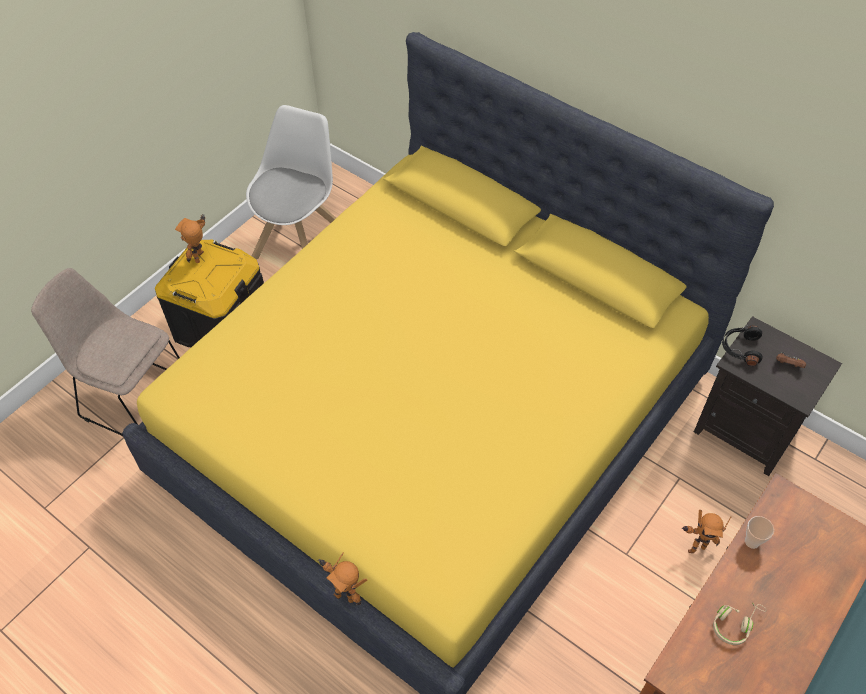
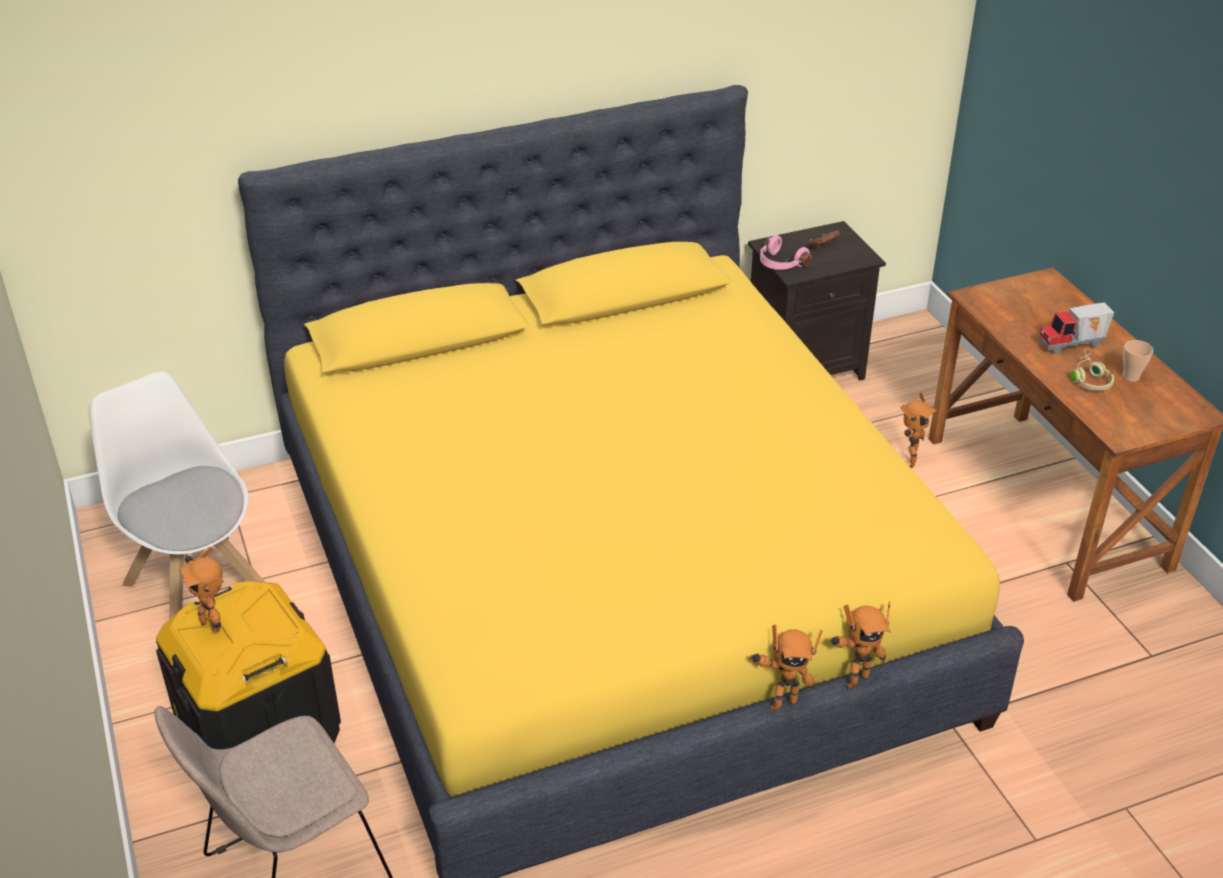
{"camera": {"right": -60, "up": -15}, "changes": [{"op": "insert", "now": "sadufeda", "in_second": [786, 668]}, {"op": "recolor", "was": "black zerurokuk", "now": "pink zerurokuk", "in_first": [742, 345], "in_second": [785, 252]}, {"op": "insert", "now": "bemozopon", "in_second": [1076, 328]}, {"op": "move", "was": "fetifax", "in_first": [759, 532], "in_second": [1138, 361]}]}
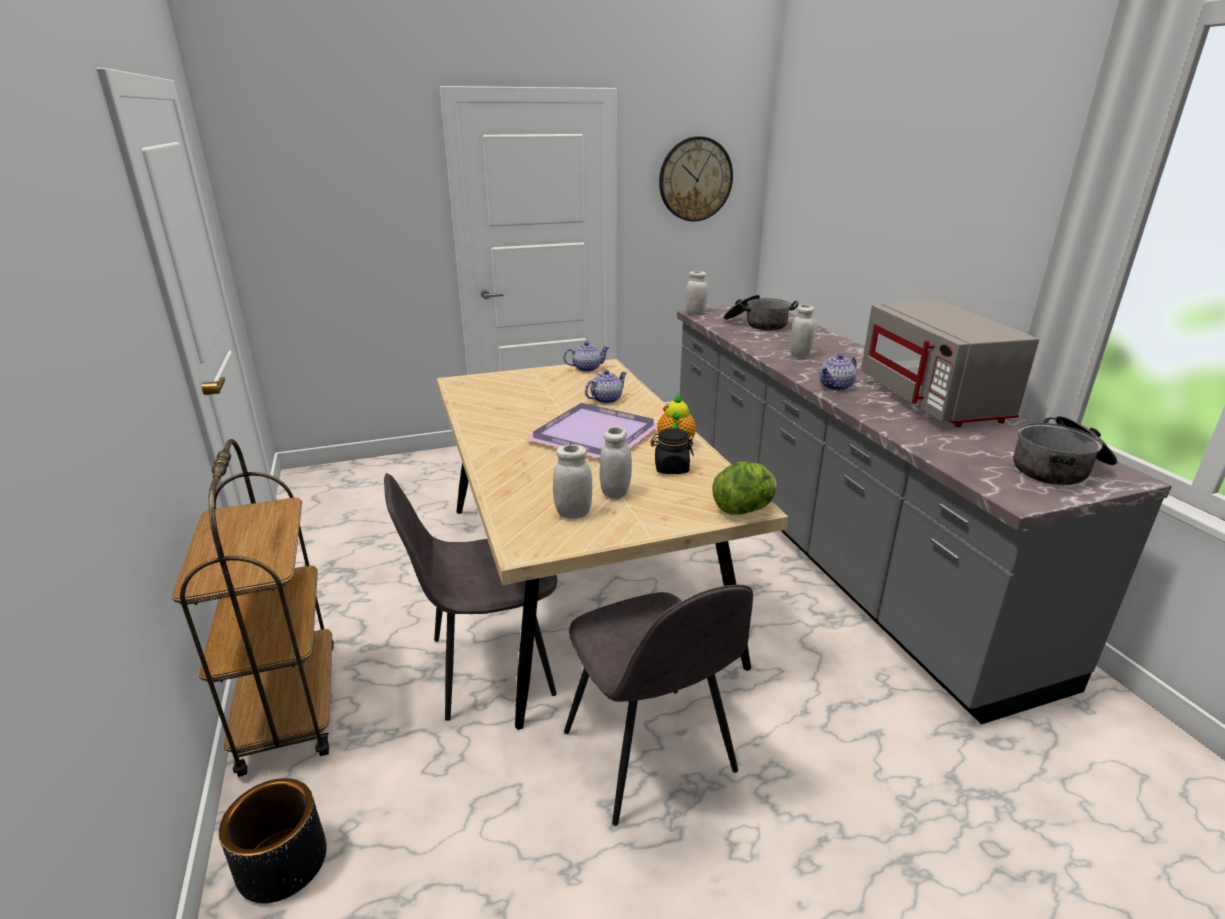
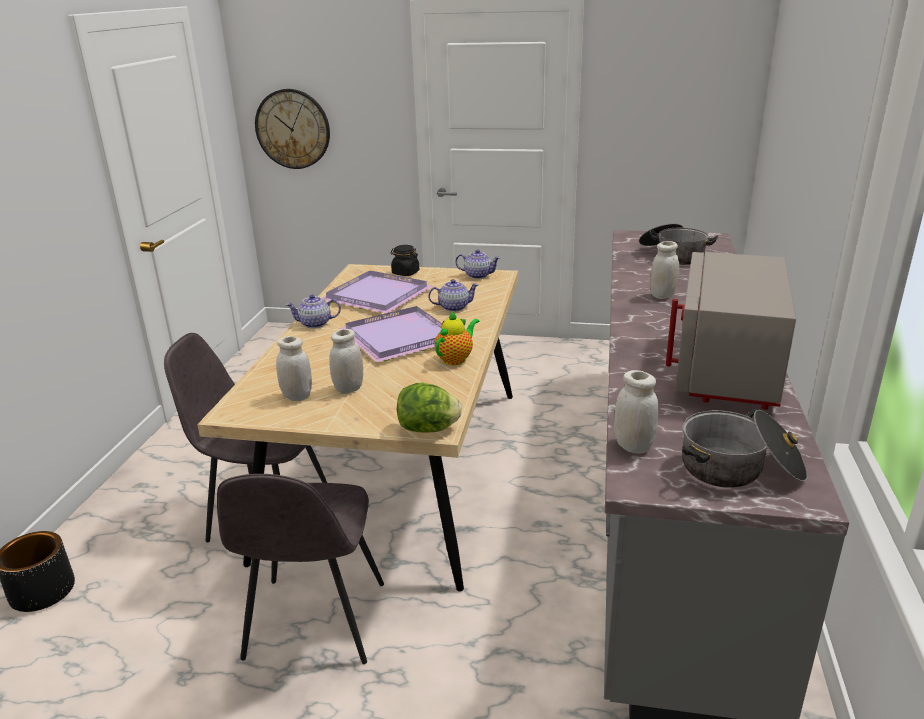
{"camera": {"right": 30, "up": 0}, "changes": [{"op": "move", "was": "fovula", "in_first": [696, 178], "in_second": [292, 129]}, {"op": "move", "was": "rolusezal", "in_first": [837, 372], "in_second": [313, 311]}, {"op": "insert", "now": "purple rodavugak", "in_second": [377, 291]}, {"op": "move", "was": "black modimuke", "in_first": [672, 451], "in_second": [404, 260]}, {"op": "move", "was": "white modimuke", "in_first": [696, 293], "in_second": [636, 412]}, {"op": "delete", "was": "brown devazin", "in_first": [253, 608]}]}
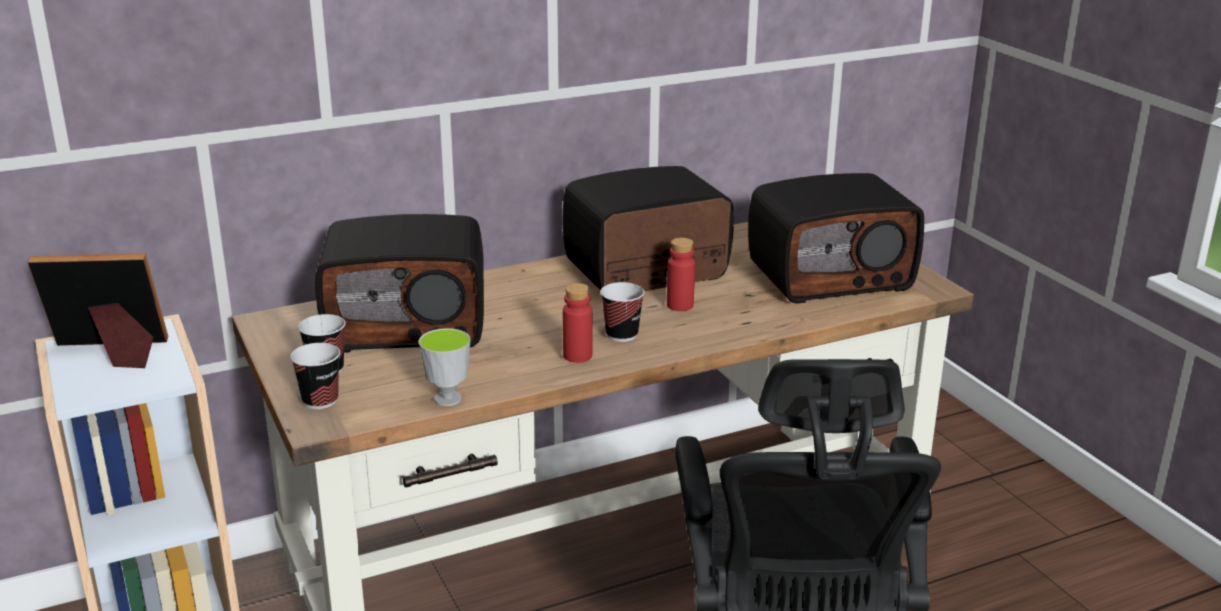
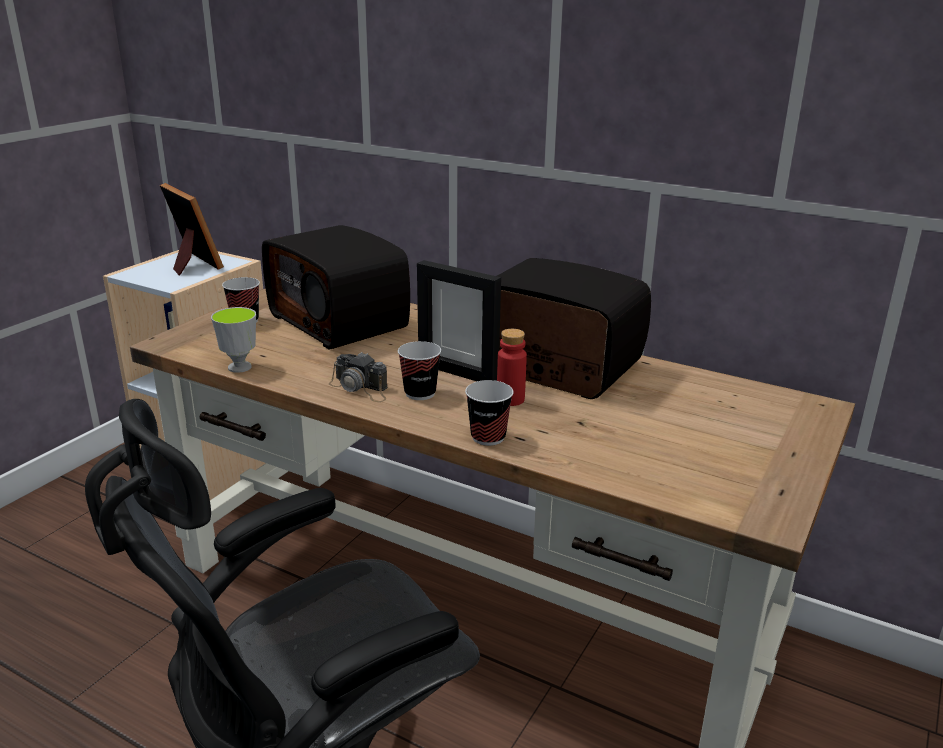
{"camera": {"right": 55, "up": 0}, "changes": [{"op": "replace", "was": "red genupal", "now": "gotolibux", "in_first": [577, 323], "in_second": [358, 377]}, {"op": "insert", "now": "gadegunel", "in_second": [459, 320]}, {"op": "move", "was": "fetifax", "in_first": [315, 376], "in_second": [489, 413]}, {"op": "delete", "was": "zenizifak", "in_first": [836, 238]}]}
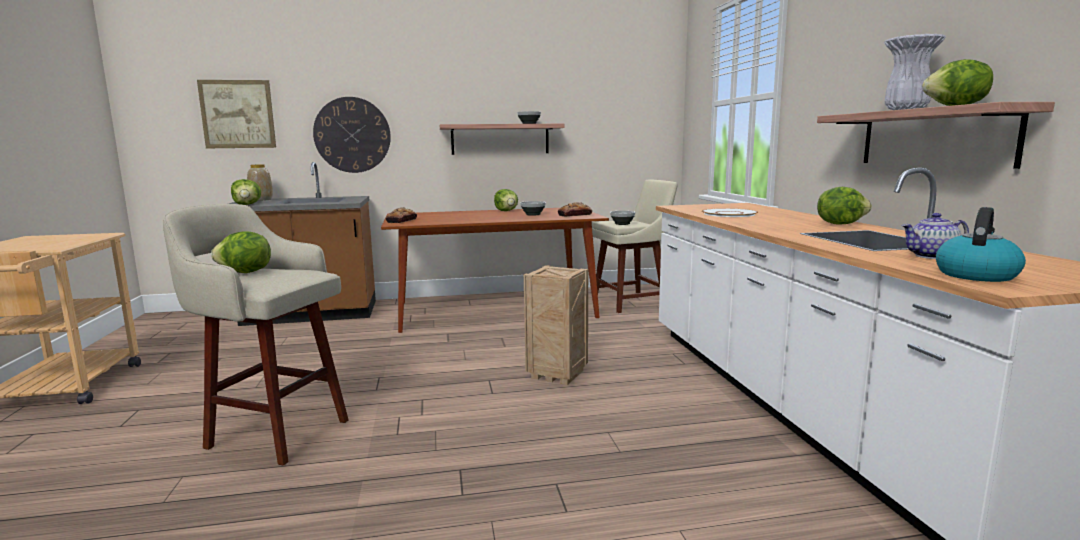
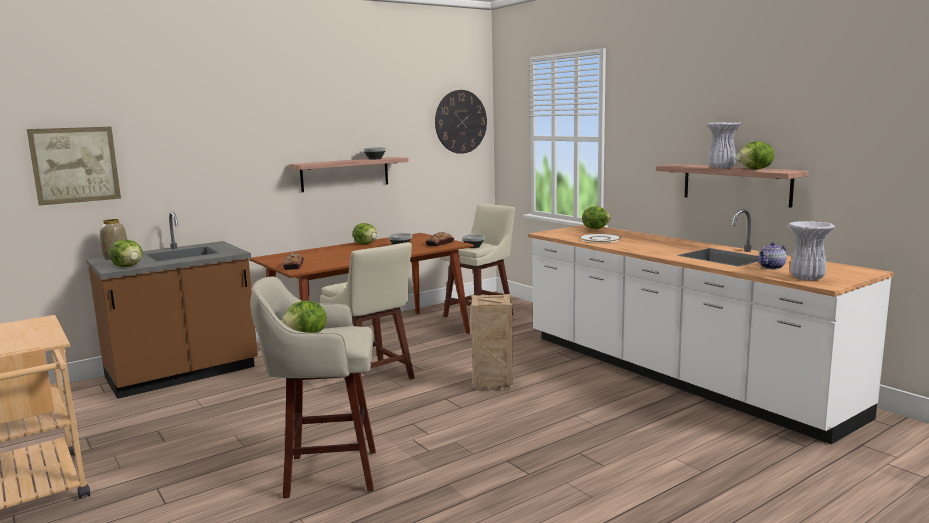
{"camera": {"right": -25, "up": 0}, "changes": [{"op": "insert", "now": "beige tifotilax", "in_second": [367, 310]}, {"op": "move", "was": "fovula", "in_first": [352, 135], "in_second": [461, 122]}, {"op": "move", "was": "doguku", "in_first": [844, 206], "in_second": [596, 218]}, {"op": "replace", "was": "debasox", "now": "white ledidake", "in_first": [981, 244], "in_second": [811, 250]}]}
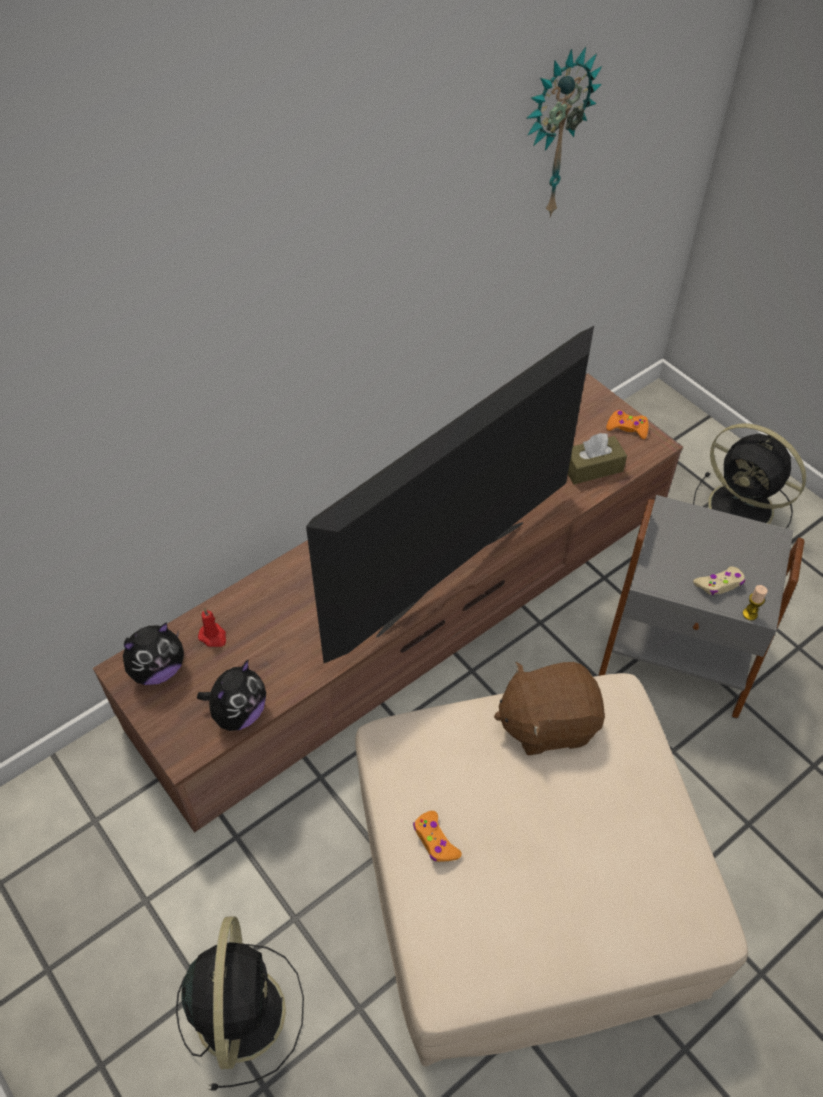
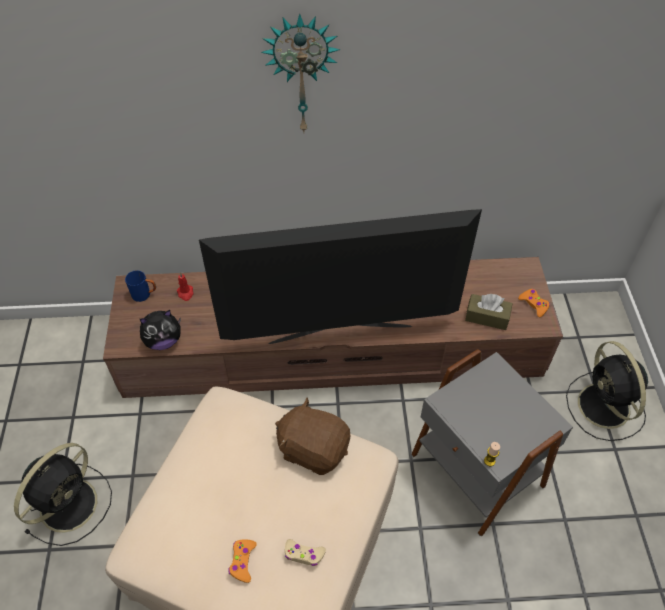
{"camera": {"right": 35, "up": 0}, "changes": [{"op": "replace", "was": "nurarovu", "now": "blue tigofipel", "in_first": [153, 653], "in_second": [140, 286]}, {"op": "move", "was": "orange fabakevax", "in_first": [437, 836], "in_second": [242, 561]}, {"op": "move", "was": "fovula", "in_first": [564, 132], "in_second": [300, 73]}, {"op": "move", "was": "beige fabakevax", "in_first": [719, 580], "in_second": [305, 552]}]}
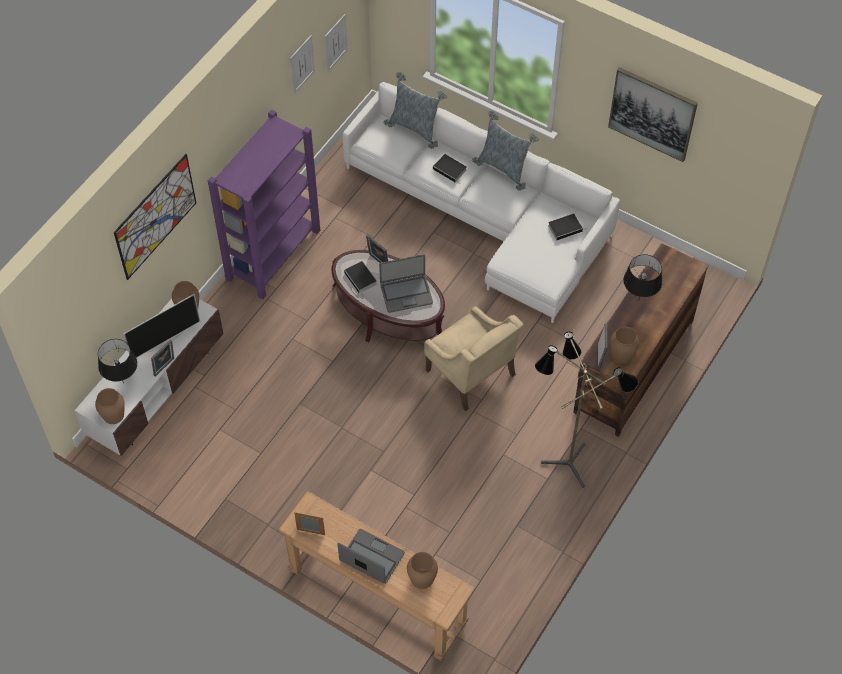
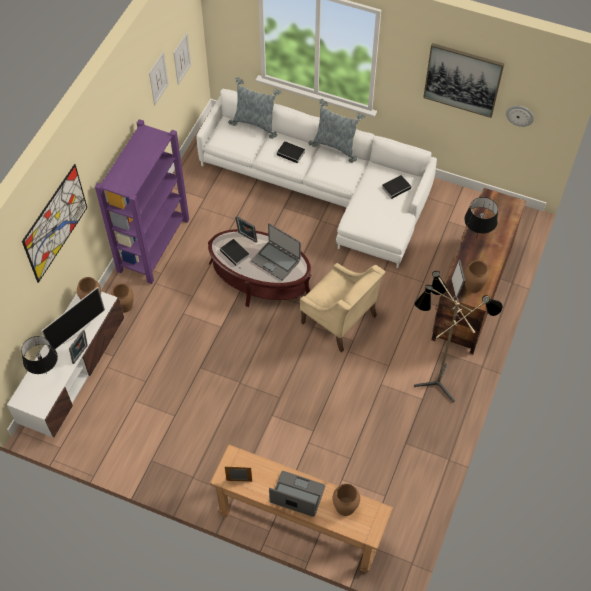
{"camera": {"right": -10, "up": 0}, "changes": [{"op": "move", "was": "brown ledidake", "in_first": [110, 406], "in_second": [122, 298]}, {"op": "rotate", "was": "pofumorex", "in_first": [406, 283], "in_second": [276, 252], "clockwise": 60}, {"op": "insert", "now": "fovula", "in_second": [520, 116]}]}
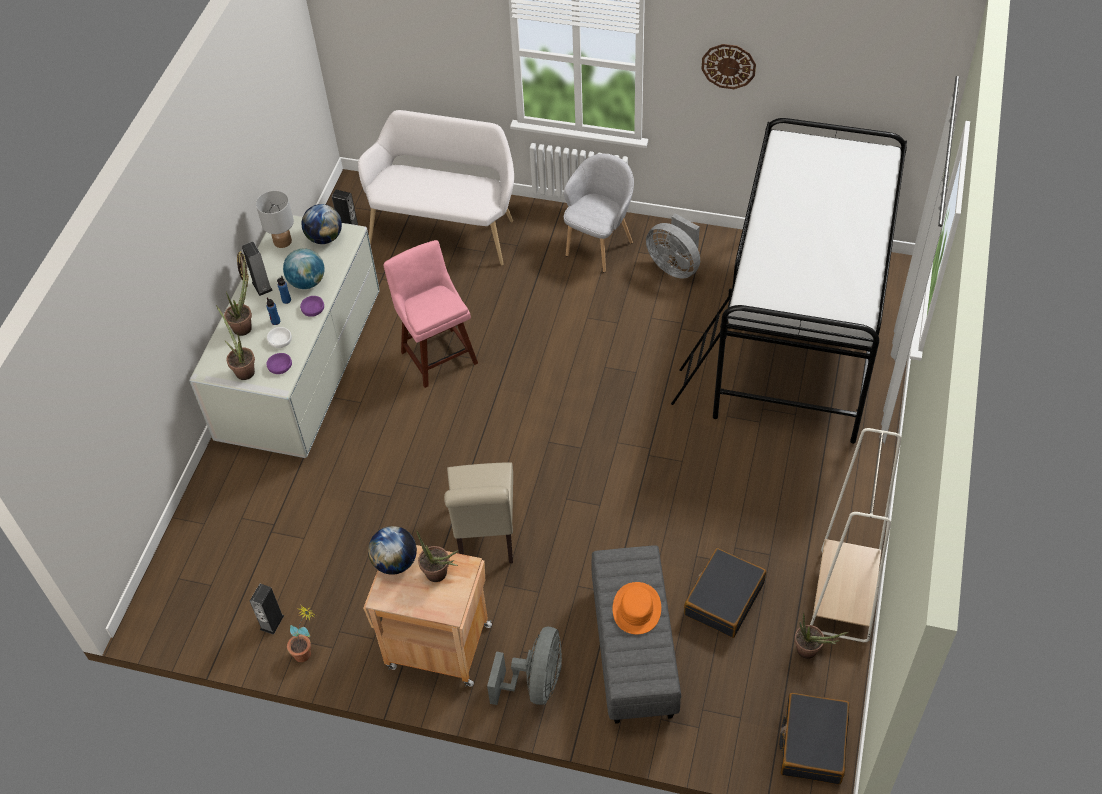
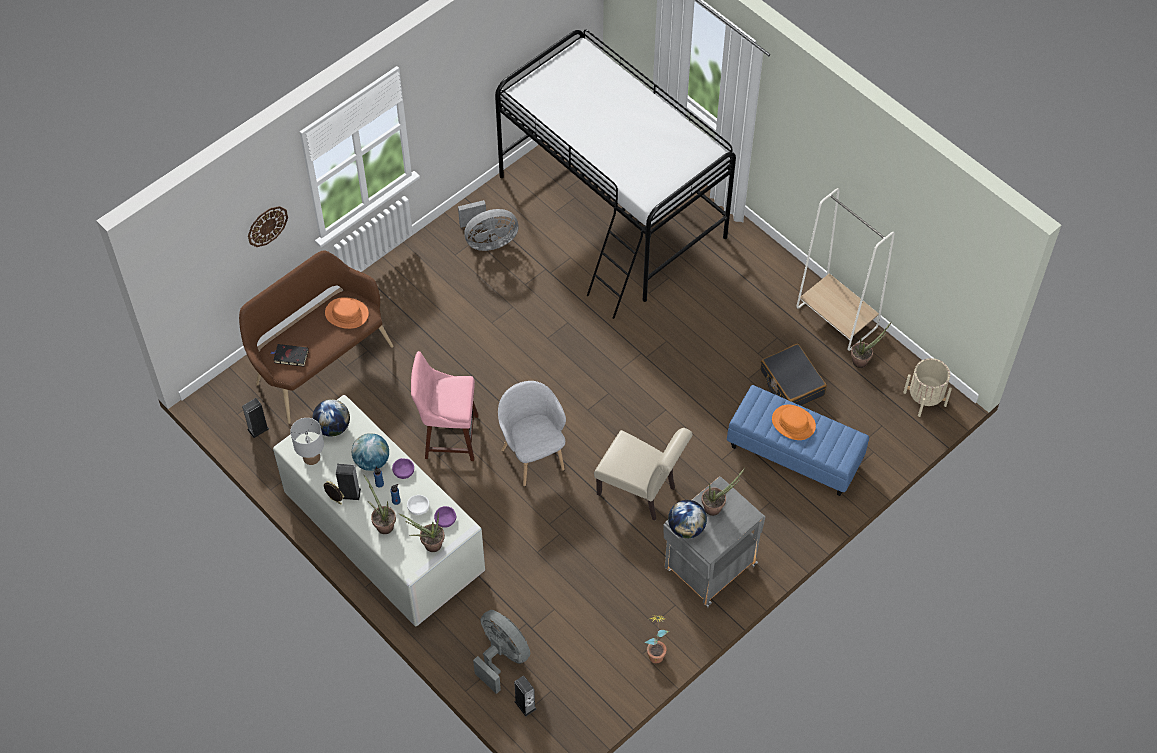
{"camera": {"right": -60, "up": 5}, "changes": [{"op": "recolor", "was": "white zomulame", "now": "brown zomulame", "in_first": [436, 187], "in_second": [316, 337]}, {"op": "move", "was": "fovula", "in_first": [728, 66], "in_second": [268, 226]}, {"op": "insert", "now": "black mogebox", "in_second": [289, 355]}, {"op": "insert", "now": "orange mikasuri", "in_second": [347, 313]}, {"op": "move", "was": "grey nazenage", "in_first": [524, 666], "in_second": [501, 652]}, {"op": "move", "was": "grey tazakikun", "in_first": [599, 213], "in_second": [532, 433]}, {"op": "move", "was": "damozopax", "in_first": [267, 609], "in_second": [525, 696]}, {"op": "recolor", "was": "brown devazin", "now": "grey devazin", "in_first": [427, 615], "in_second": [714, 542]}, {"op": "recolor", "was": "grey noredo", "now": "blue noredo", "in_first": [636, 634], "in_second": [798, 440]}, {"op": "replace", "was": "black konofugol", "now": "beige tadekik", "in_first": [814, 738], "in_second": [927, 387]}]}
